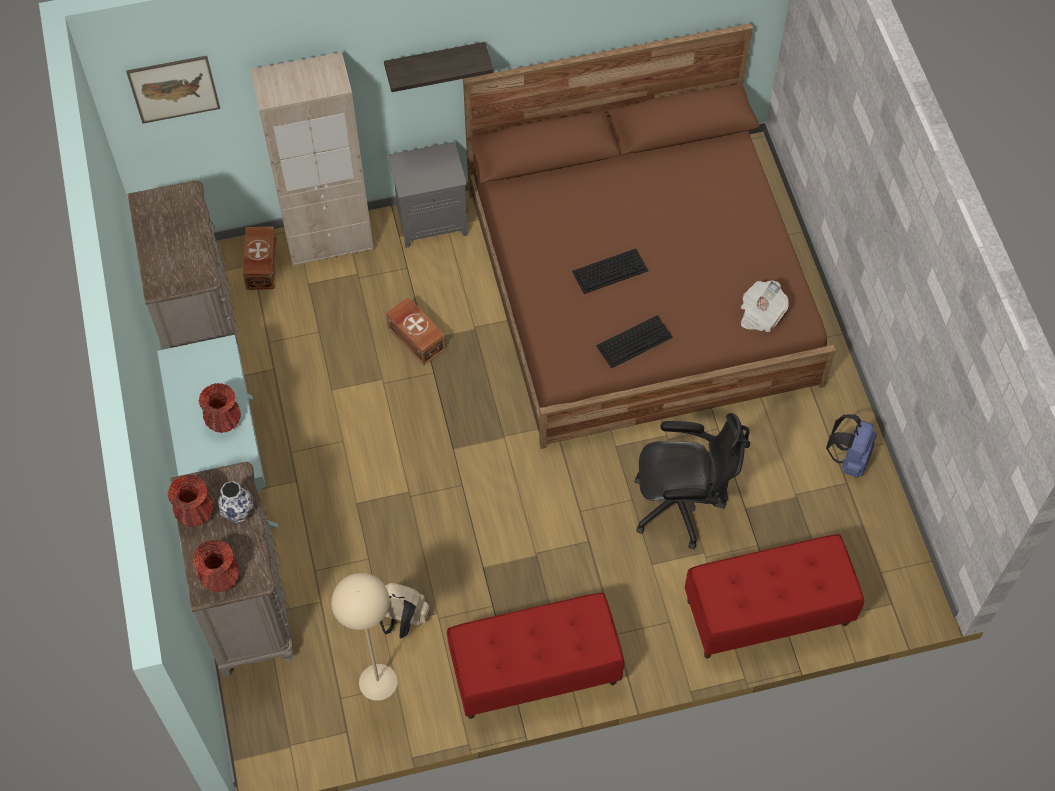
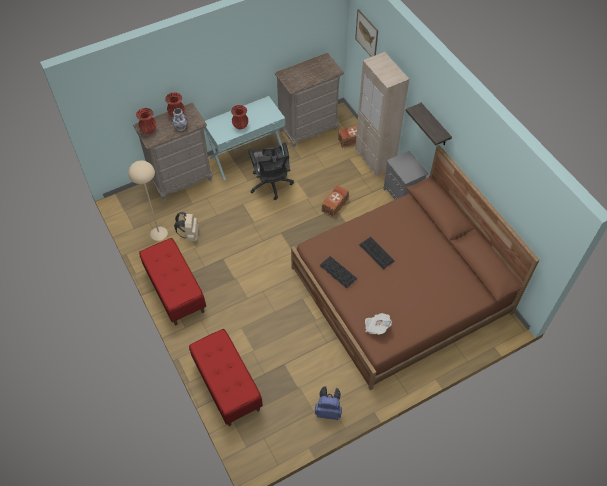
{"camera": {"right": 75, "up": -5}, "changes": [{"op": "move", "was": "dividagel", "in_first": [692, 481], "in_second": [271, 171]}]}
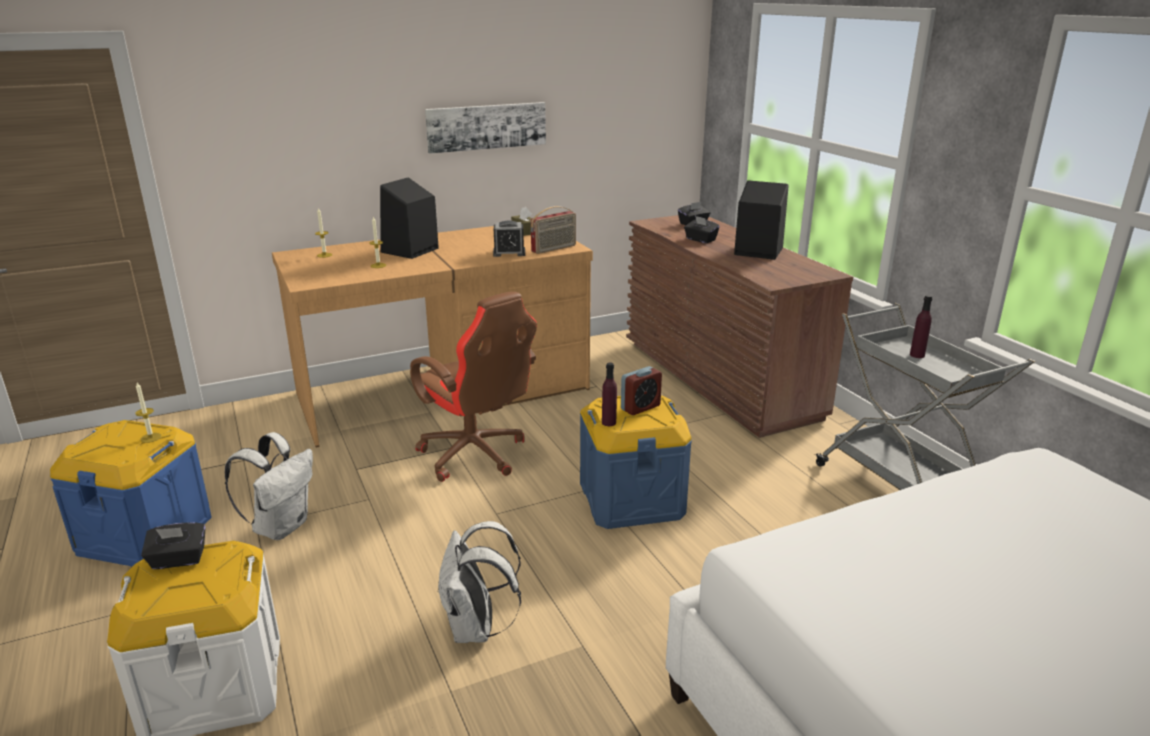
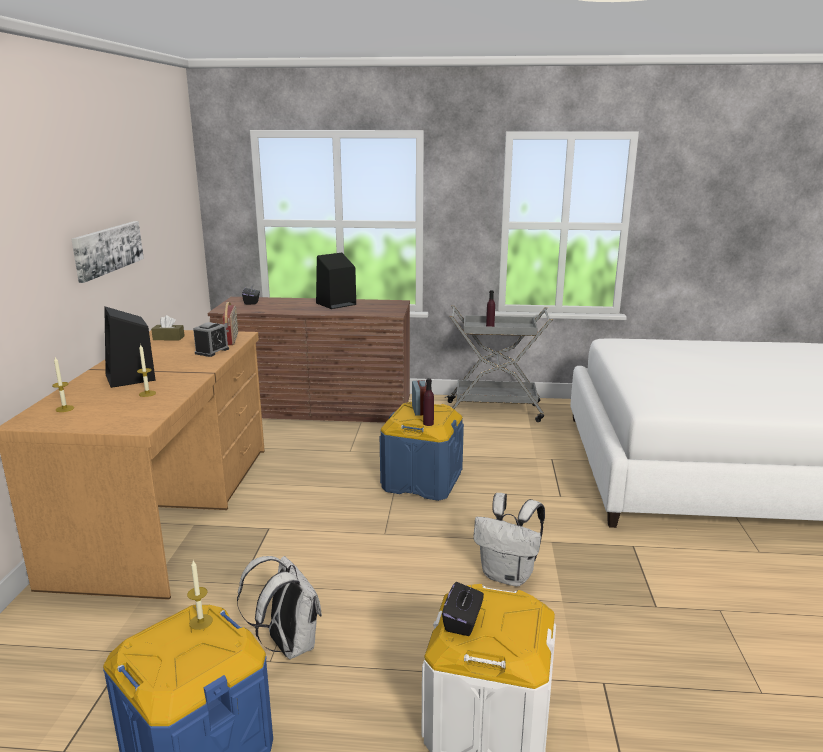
{"camera": {"right": -60, "up": -5}, "changes": [{"op": "delete", "was": "brown dividagel", "in_first": [473, 387]}, {"op": "delete", "was": "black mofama", "in_first": [702, 229]}]}
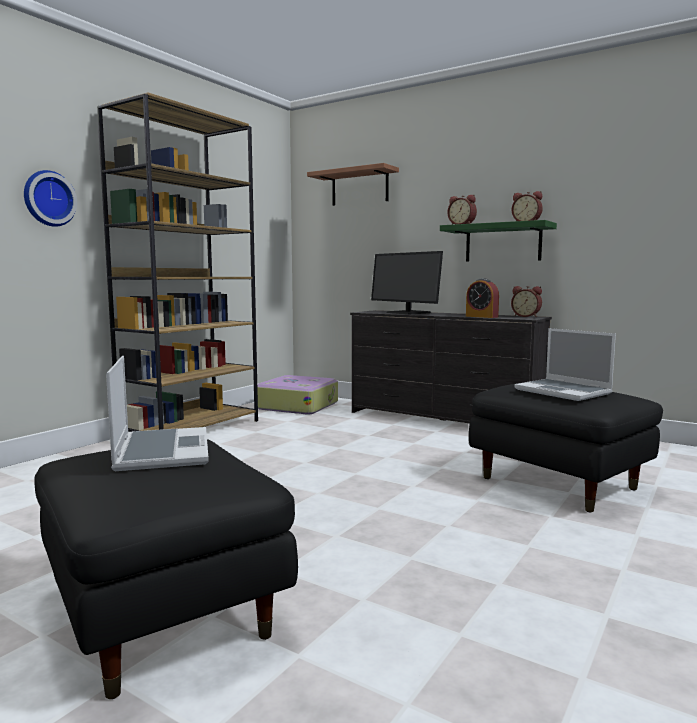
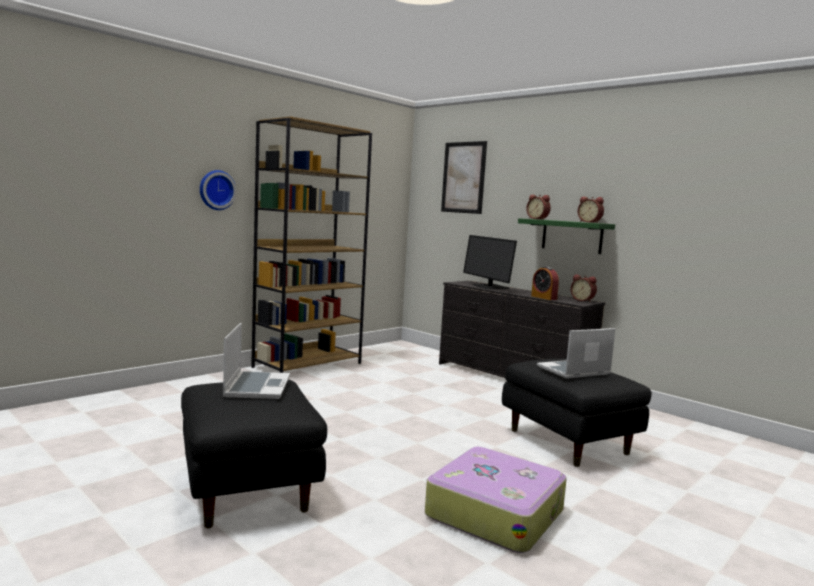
{"camera": {"right": 10, "up": 0}, "changes": [{"op": "move", "was": "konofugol", "in_first": [297, 394], "in_second": [496, 500]}, {"op": "replace", "was": "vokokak", "now": "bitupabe", "in_first": [353, 184], "in_second": [464, 177]}, {"op": "rotate", "was": "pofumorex", "in_first": [565, 364], "in_second": [576, 353], "clockwise": 90}]}
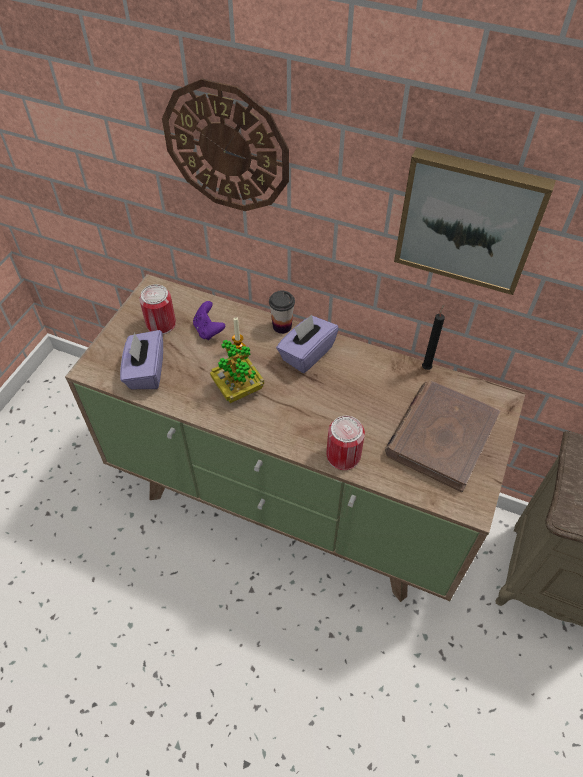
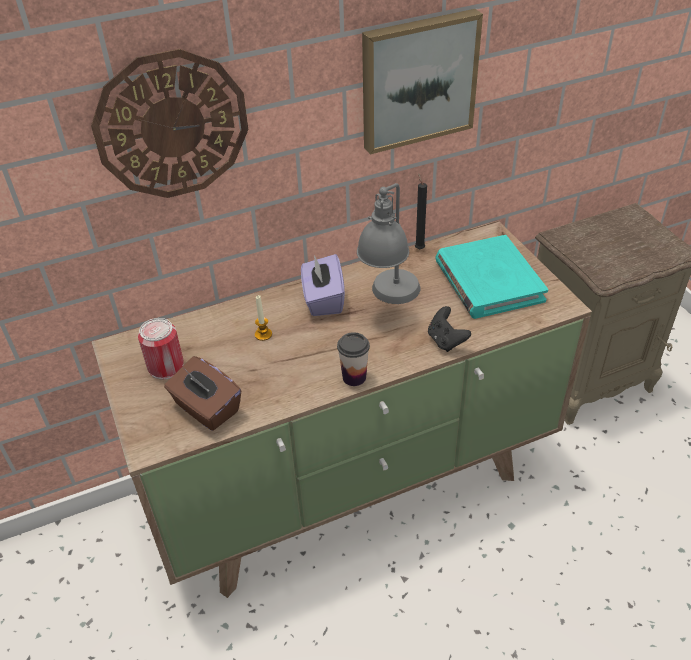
{"camera": {"right": -45, "up": -10}, "changes": [{"op": "recolor", "was": "purple mofama", "now": "brown mofama", "in_first": [141, 359], "in_second": [202, 393]}, {"op": "move", "was": "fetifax", "in_first": [282, 312], "in_second": [353, 359]}, {"op": "insert", "now": "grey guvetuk", "in_second": [388, 243]}, {"op": "replace", "was": "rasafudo", "now": "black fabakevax", "in_first": [345, 443], "in_second": [449, 329]}, {"op": "recolor", "was": "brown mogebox", "now": "turquoise mogebox", "in_first": [443, 436], "in_second": [491, 277]}, {"op": "delete", "was": "purple fabakevax", "in_first": [209, 320]}, {"op": "delete", "was": "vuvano", "in_first": [237, 371]}]}
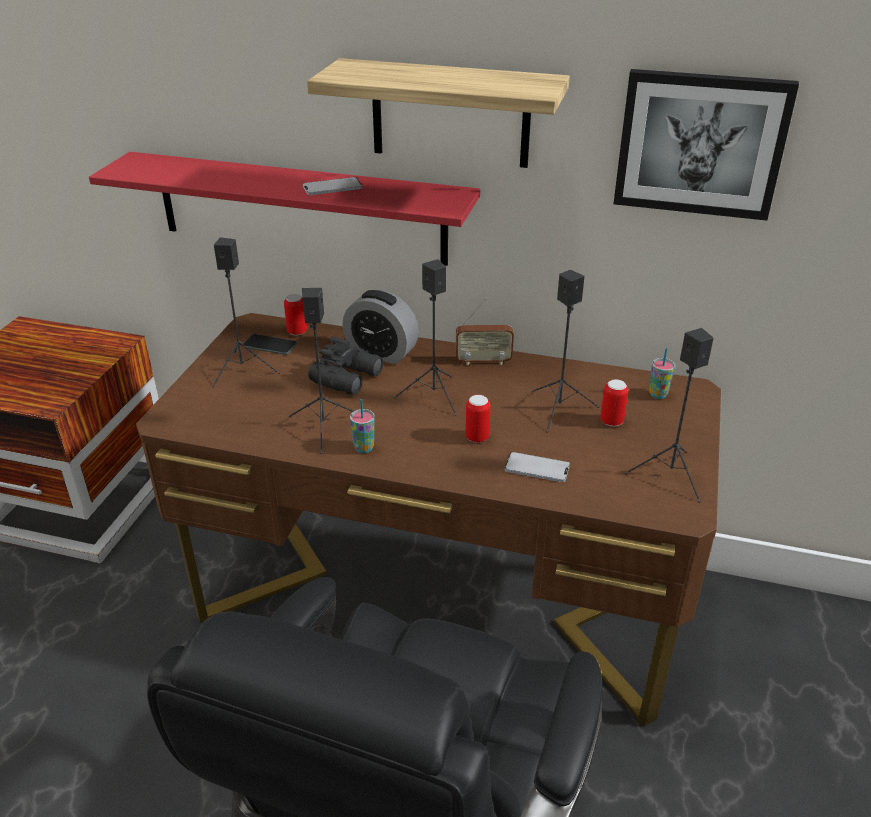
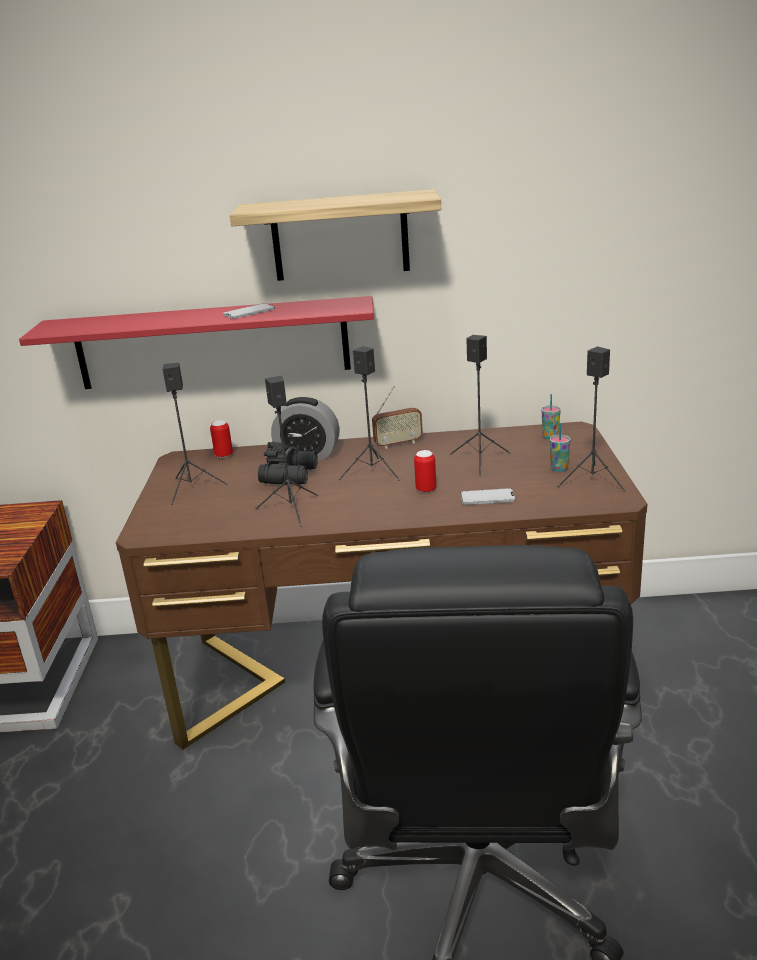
{"camera": {"right": -15, "up": -10}, "changes": [{"op": "move", "was": "fetifax", "in_first": [362, 426], "in_second": [560, 447]}, {"op": "delete", "was": "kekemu", "in_first": [270, 344]}, {"op": "delete", "was": "rasafudo", "in_first": [614, 403]}, {"op": "delete", "was": "bitupabe", "in_first": [706, 145]}]}
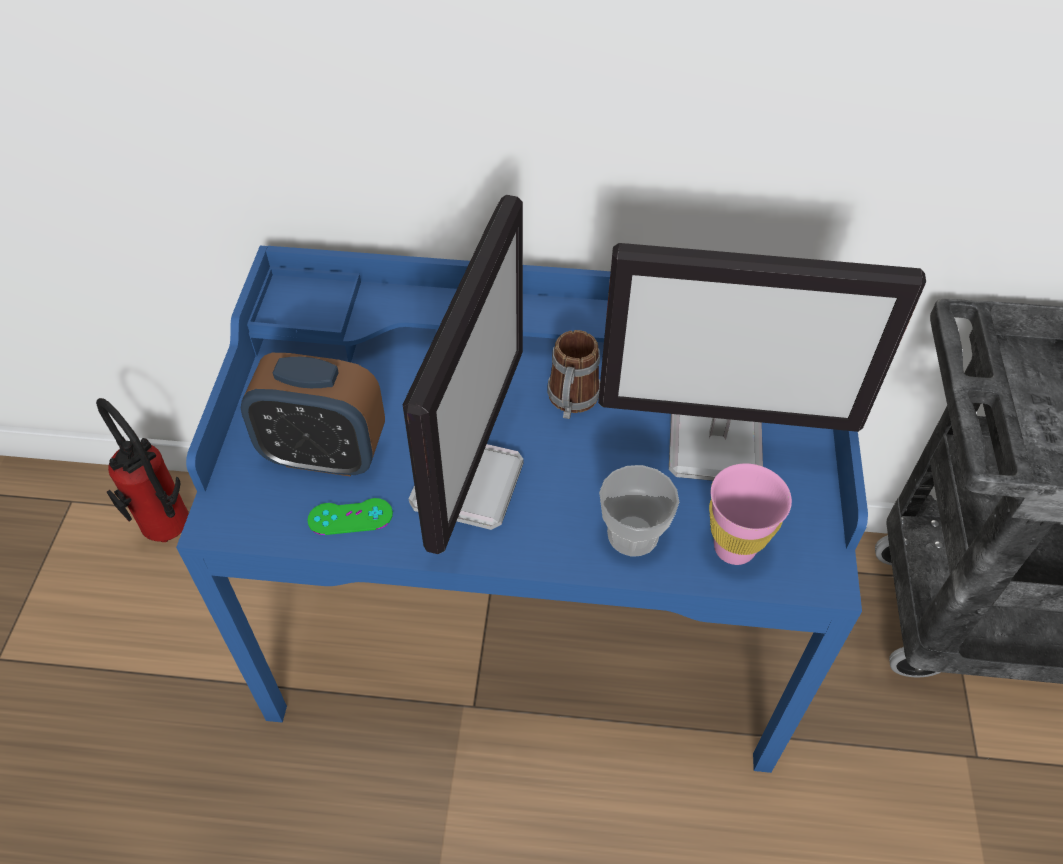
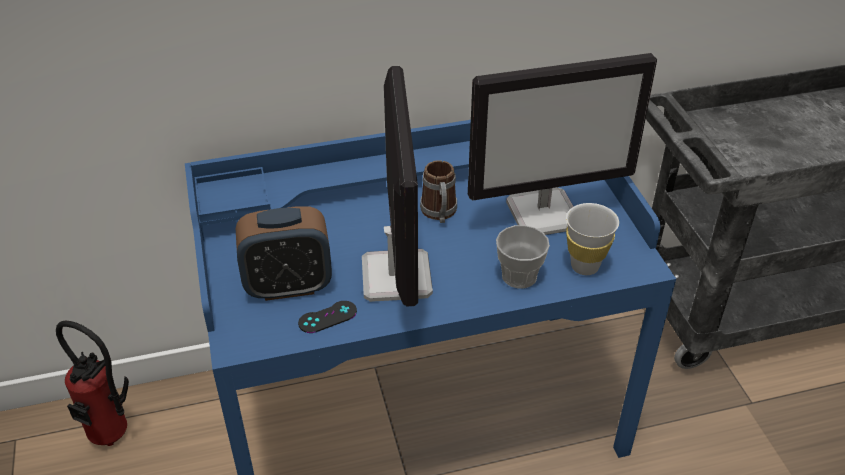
{"camera": {"right": -20, "up": -10}, "changes": [{"op": "recolor", "was": "green fabakevax", "now": "black fabakevax", "in_first": [350, 516], "in_second": [327, 317]}, {"op": "recolor", "was": "pink fetifax", "now": "white fetifax", "in_first": [750, 514], "in_second": [592, 239]}]}
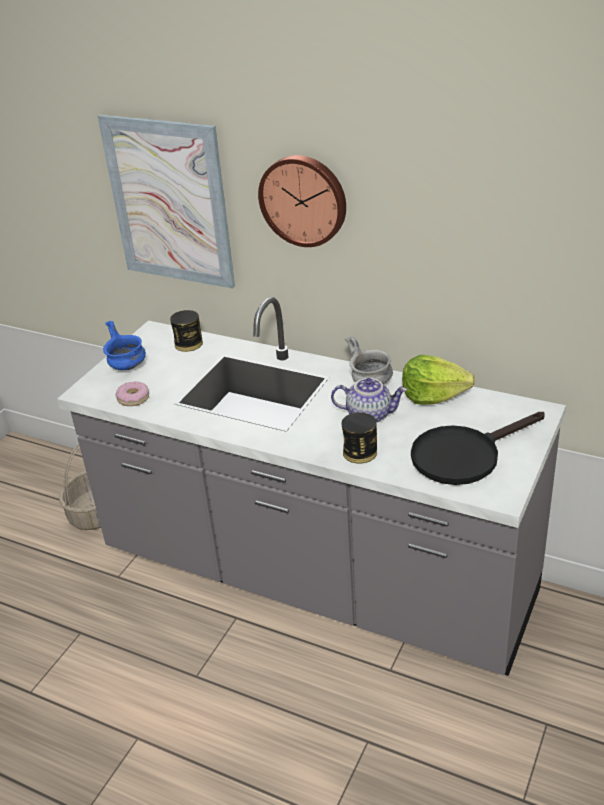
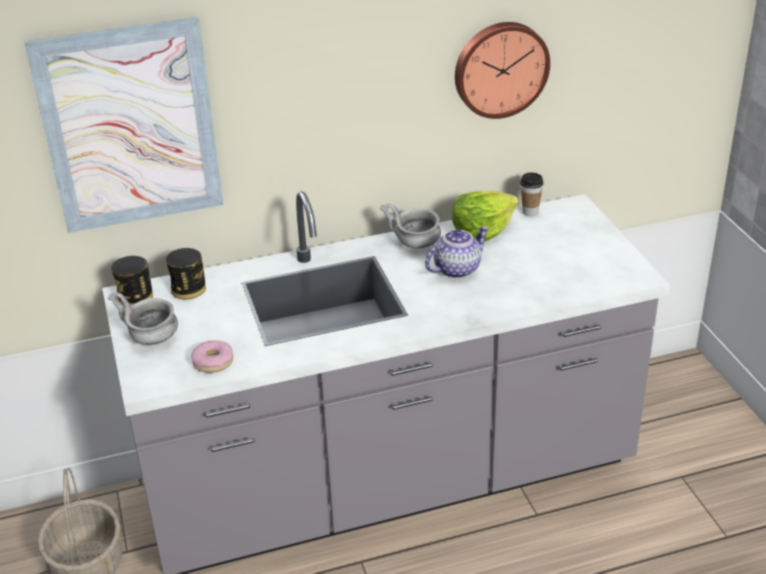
{"camera": {"right": -45, "up": 0}, "changes": [{"op": "recolor", "was": "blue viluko", "now": "grey viluko", "in_first": [124, 345], "in_second": [143, 318]}, {"op": "move", "was": "rasafudo", "in_first": [359, 438], "in_second": [132, 280]}, {"op": "move", "was": "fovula", "in_first": [302, 201], "in_second": [502, 70]}, {"op": "insert", "now": "fetifax", "in_second": [532, 194]}, {"op": "delete", "was": "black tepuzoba", "in_first": [478, 448]}]}
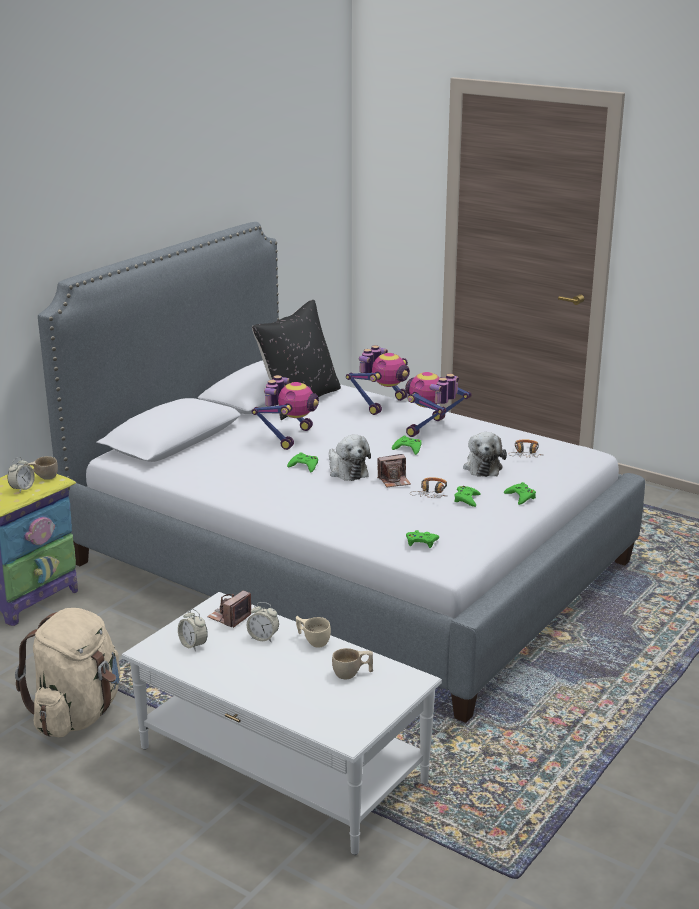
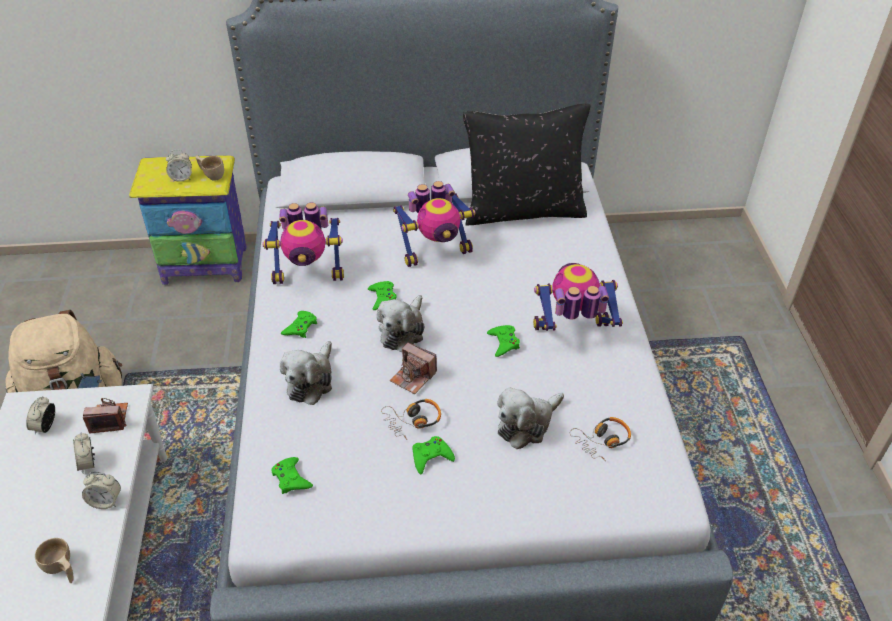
{"camera": {"right": 50, "up": 20}, "changes": [{"op": "replace", "was": "beige fetifax", "now": "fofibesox", "in_first": [313, 632], "in_second": [101, 490]}, {"op": "move", "was": "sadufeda", "in_first": [378, 380], "in_second": [303, 243]}, {"op": "insert", "now": "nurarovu", "in_second": [306, 373]}, {"op": "move", "was": "green fabakevax", "in_first": [520, 493], "in_second": [299, 324]}]}
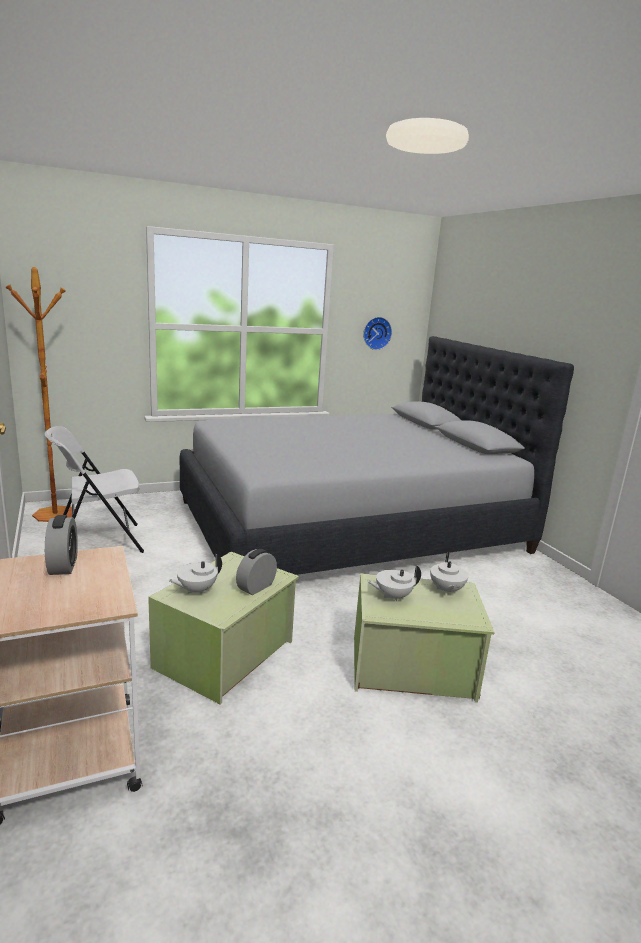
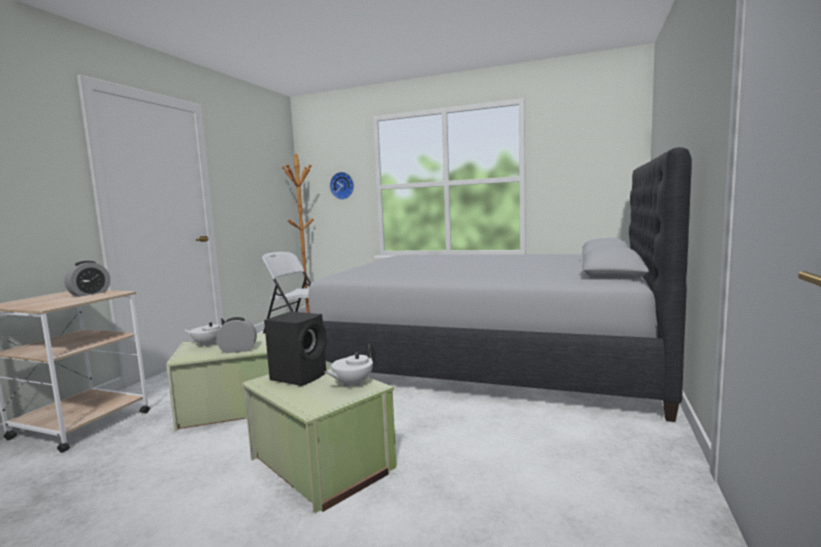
{"camera": {"right": 45, "up": -10}, "changes": [{"op": "replace", "was": "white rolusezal", "now": "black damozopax", "in_first": [394, 583], "in_second": [295, 348]}, {"op": "move", "was": "fovula", "in_first": [377, 333], "in_second": [342, 186]}]}
